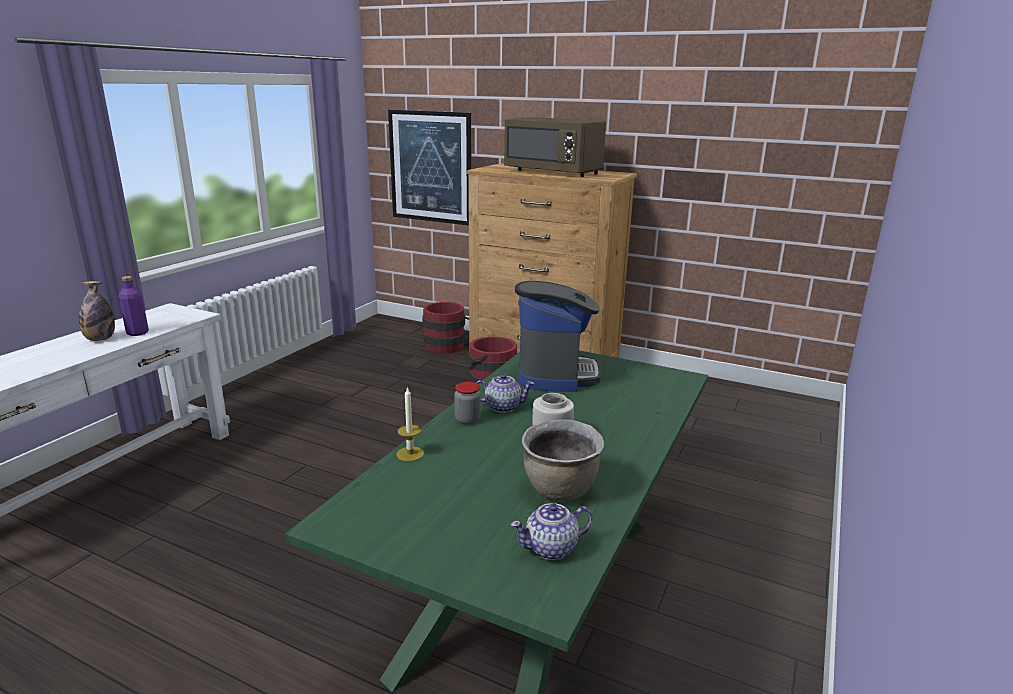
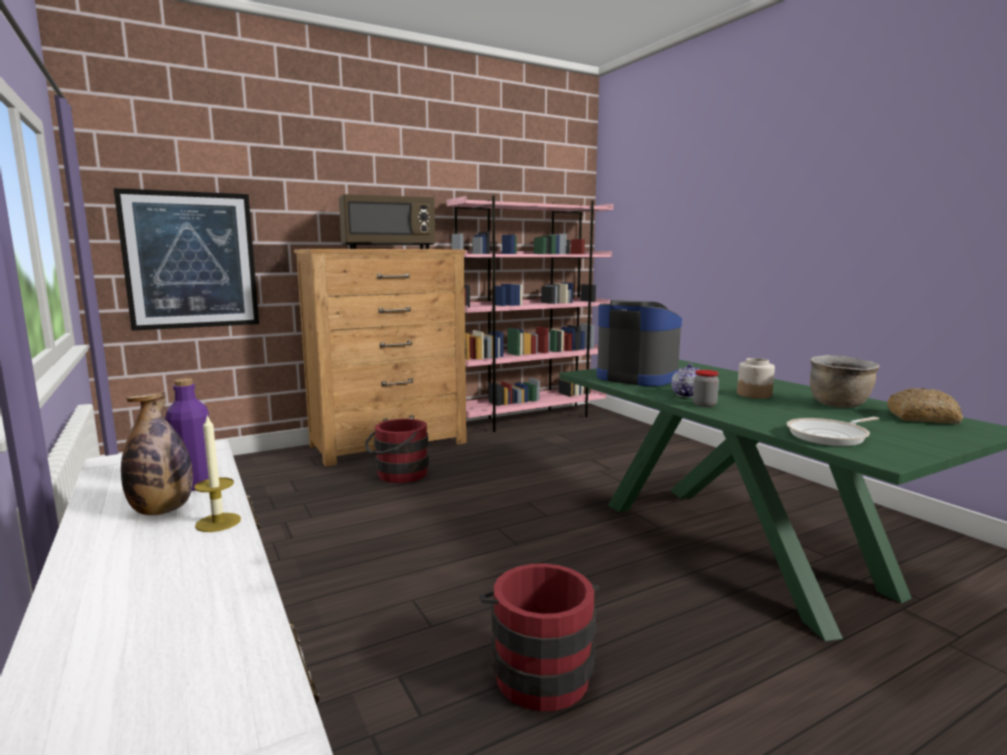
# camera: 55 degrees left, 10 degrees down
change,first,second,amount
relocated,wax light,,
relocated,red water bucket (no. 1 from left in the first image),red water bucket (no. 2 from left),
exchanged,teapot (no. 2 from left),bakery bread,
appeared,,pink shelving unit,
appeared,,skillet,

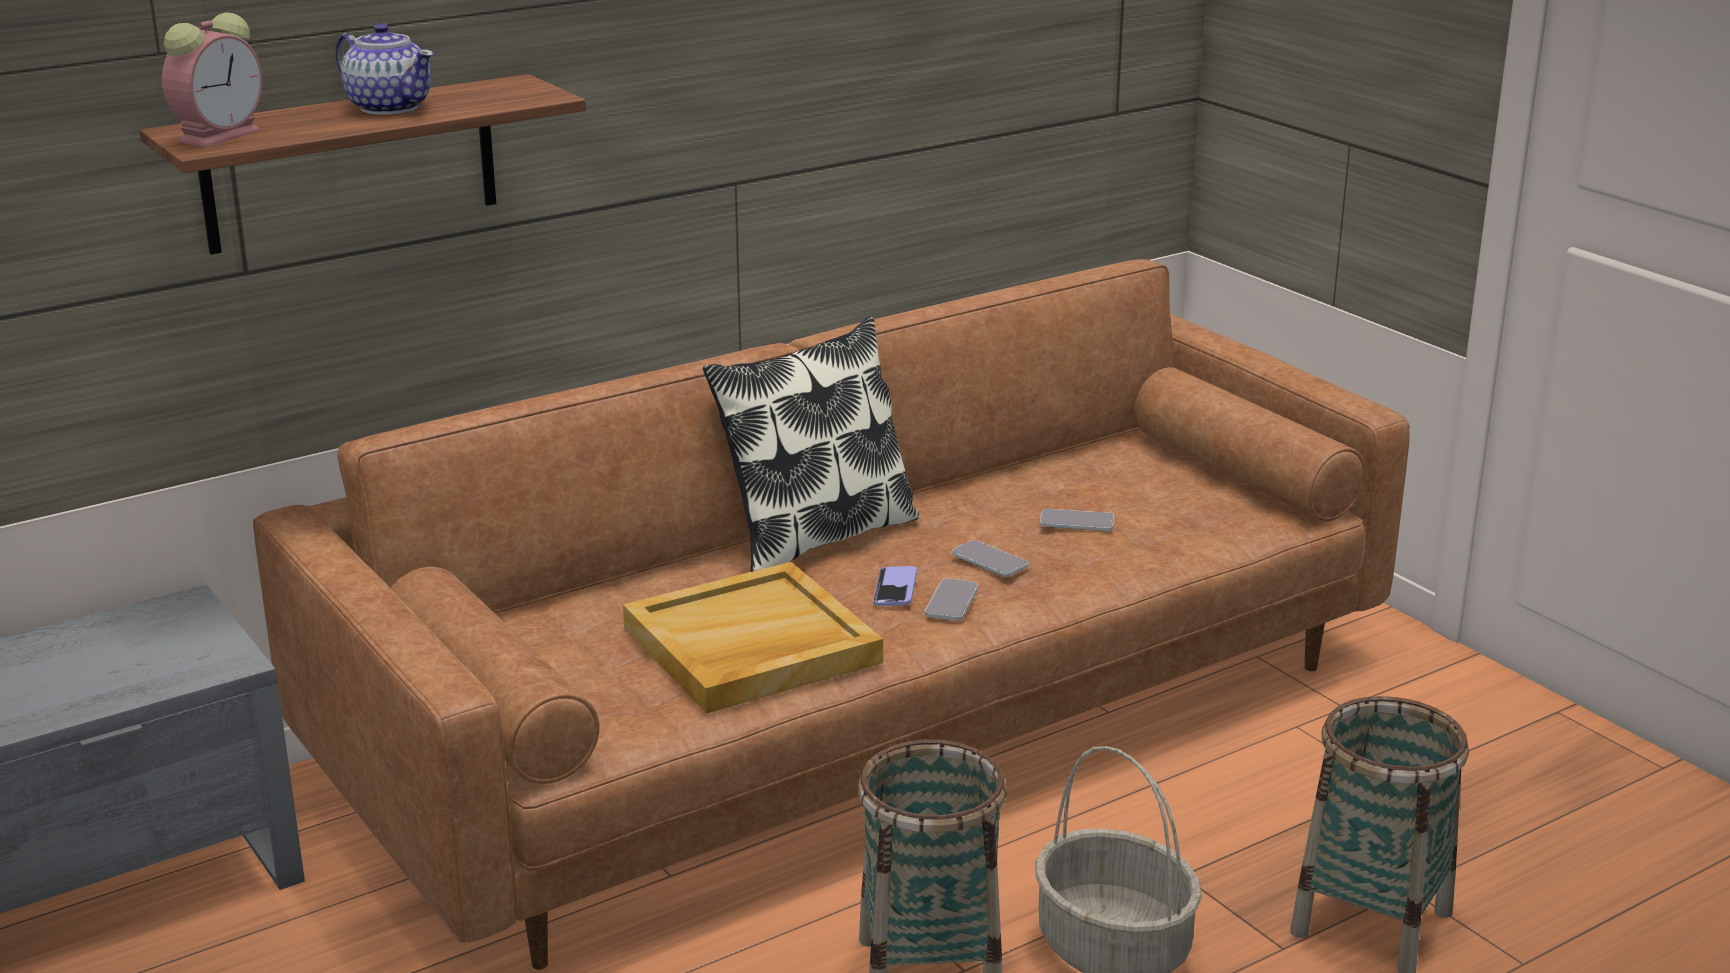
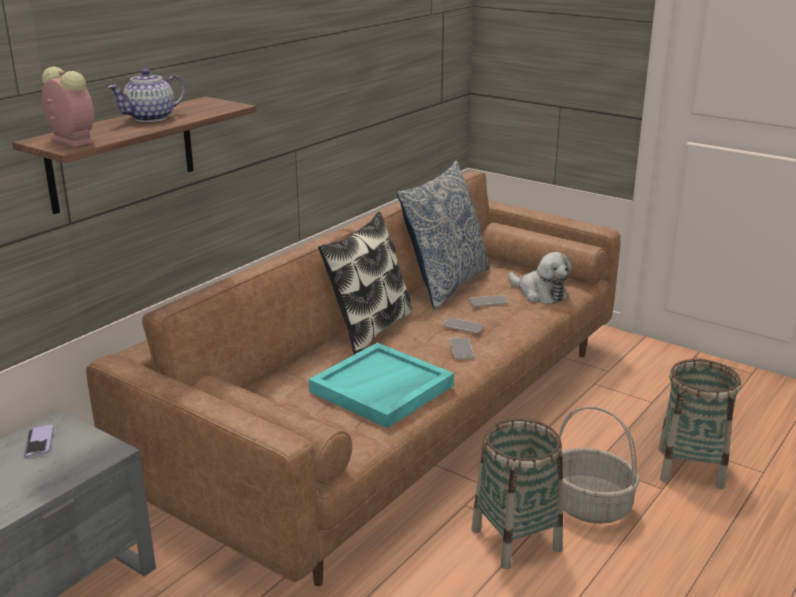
# camera: 20 degrees left, 0 degrees up
change,first,second,amount
spun,table clock,,60 degrees counterclockwise
spun,teapot,,120 degrees clockwise
colour,sand-coloured carrying tray,turquoise-coloured carrying tray,
relocated,handset (no. 1 from left),,
appeared,,cushion (no. 2 from left),
appeared,,plush toy,

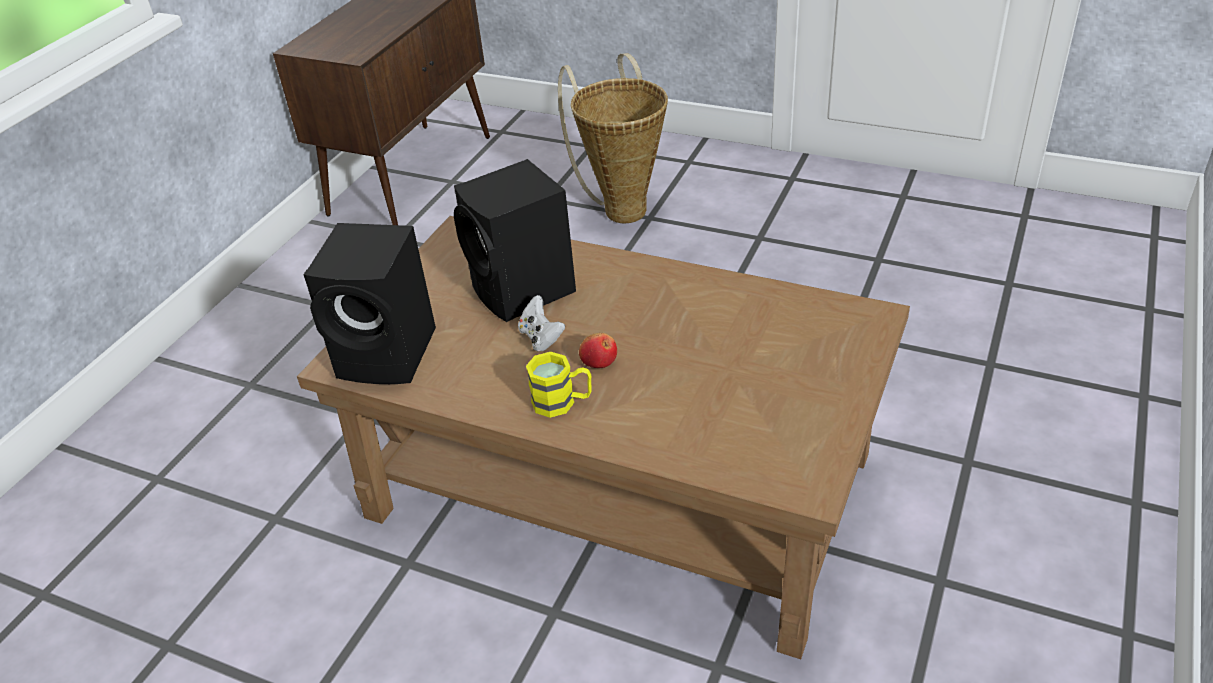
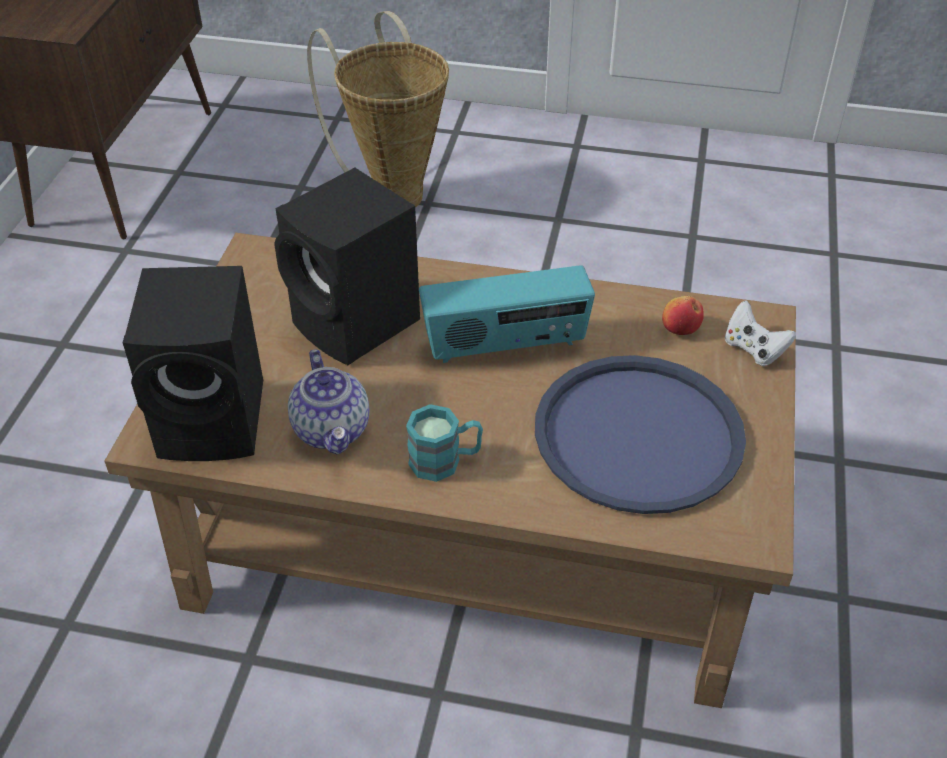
# camera: 15 degrees left, 5 degrees up
change,first,second,amount
relocated,whitish gamepad,,
colour,yellow tea mug,turquoise-coloured tea mug,
relocated,apple,,
appeared,,teapot,
appeared,,radio set,
appeared,,bluish carrying tray,

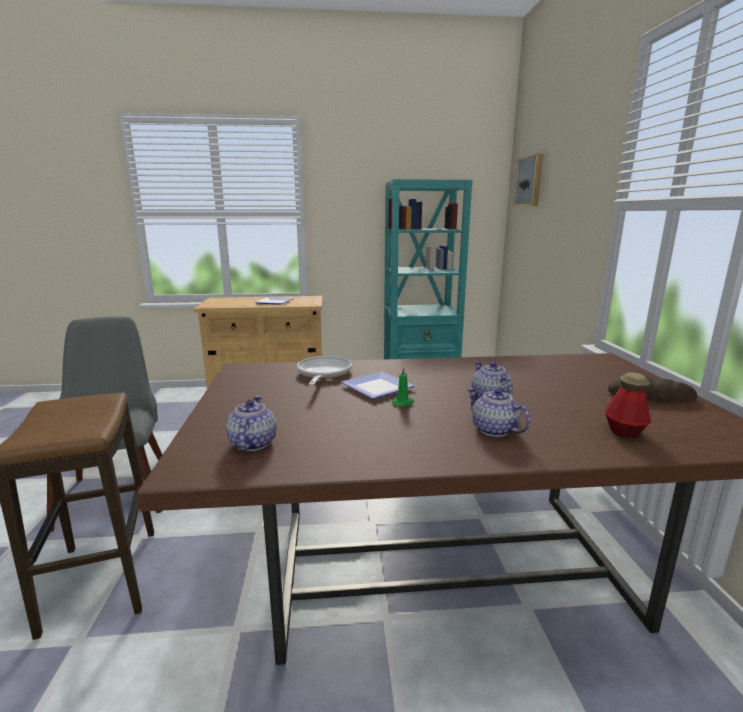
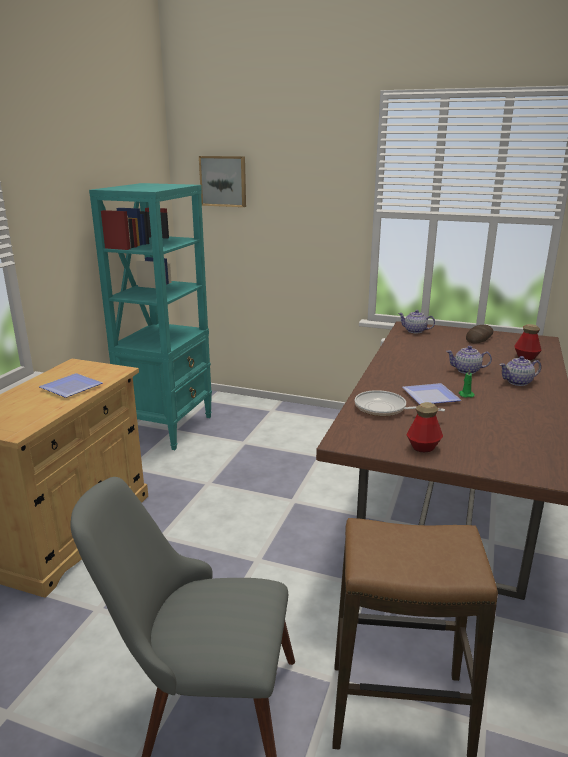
# camera: 65 degrees left, 5 degrees up
change,first,second,amount
relocated,teapot (no. 1 from left),,
appeared,,bottle (no. 1 from left),

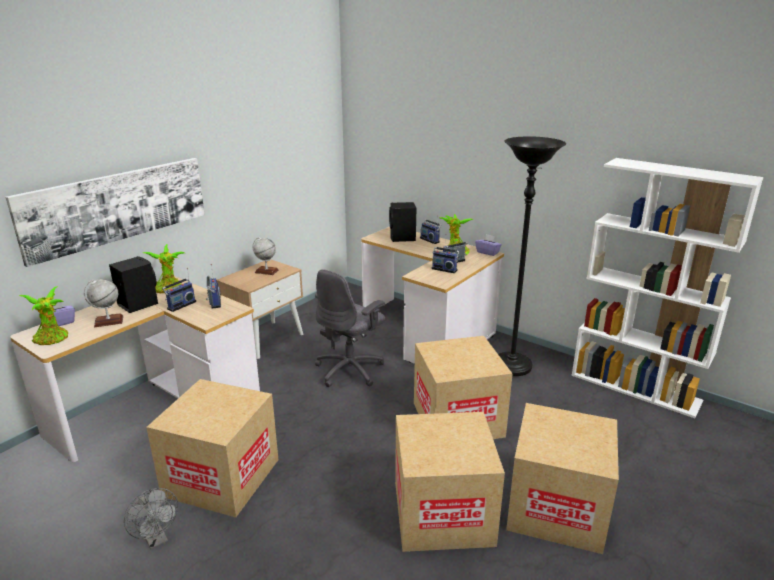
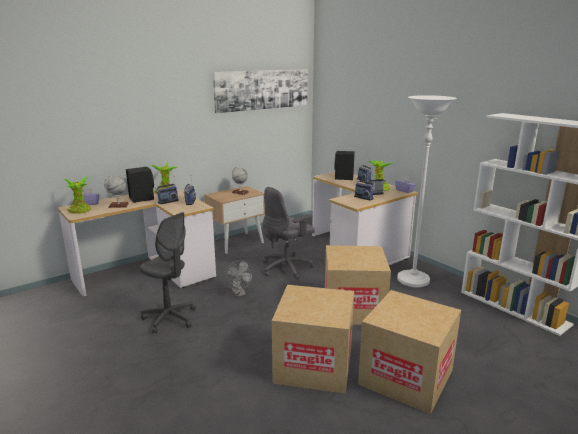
# camera: 15 degrees right, 5 degrees down
change,first,second,amount
relocated,picture,,
relocated,gray fan,,
exchanged,packing box (no. 1 from left),gray computer chair (no. 1 from left),
colour,black standing lamp,whitish standing lamp,

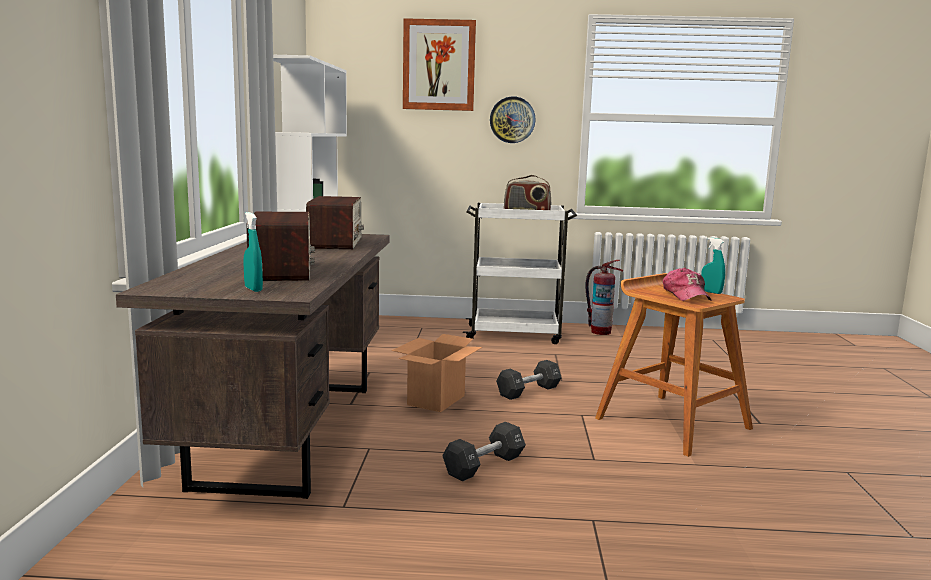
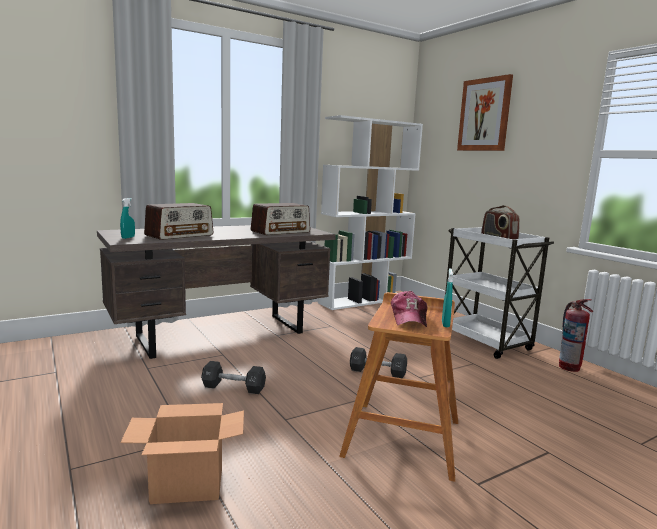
# camera: 55 degrees right, 0 degrees up
change,first,second,amount
relocated,packing box,,
missing,clock on the wall,,
spun,cap,,45 degrees counterclockwise

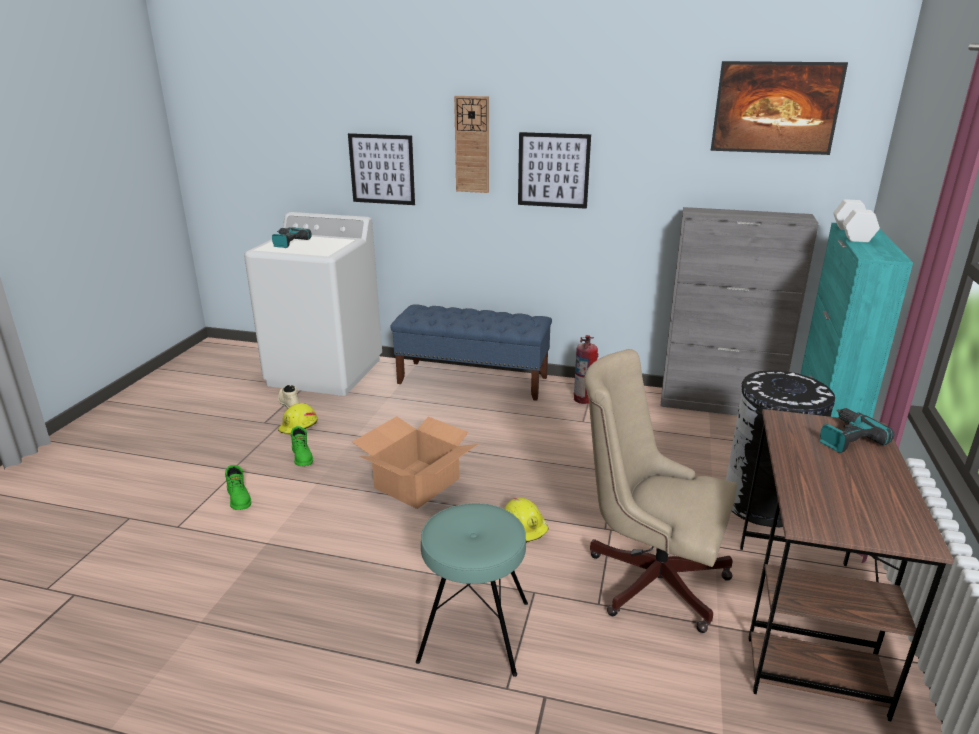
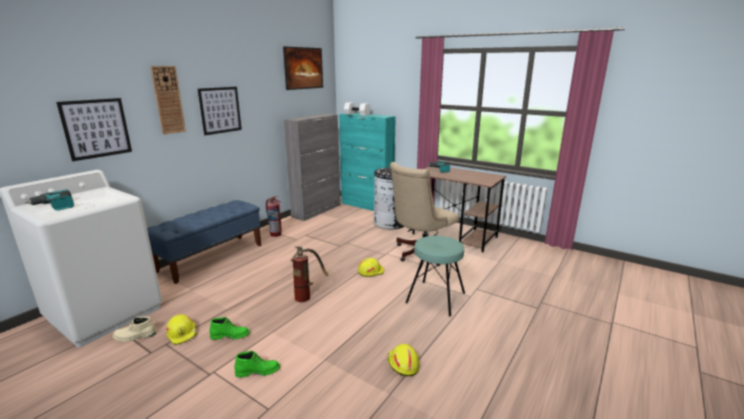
# camera: 70 degrees left, 5 degrees down
change,first,second,amount
exchanged,packing box,fire-fighting cylinder (no. 2 from left),
appeared,,yellow hard hat (no. 3 from left),

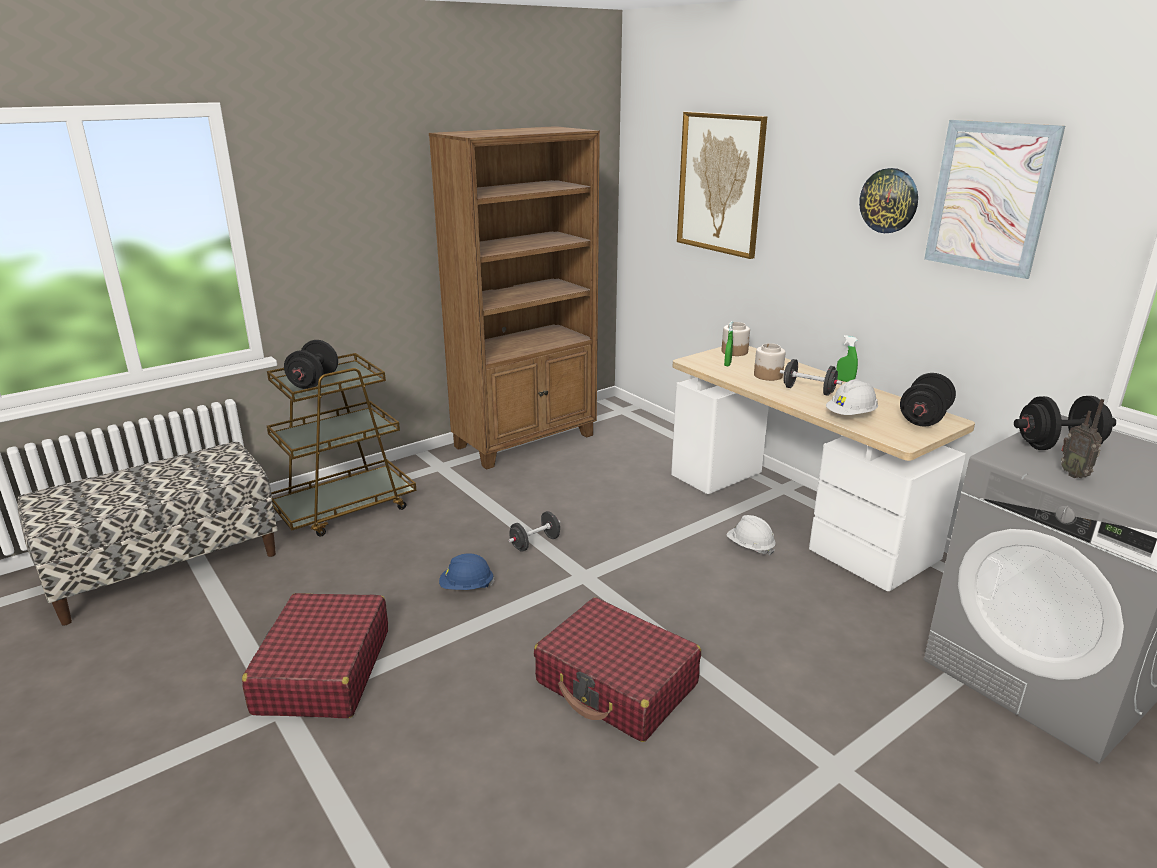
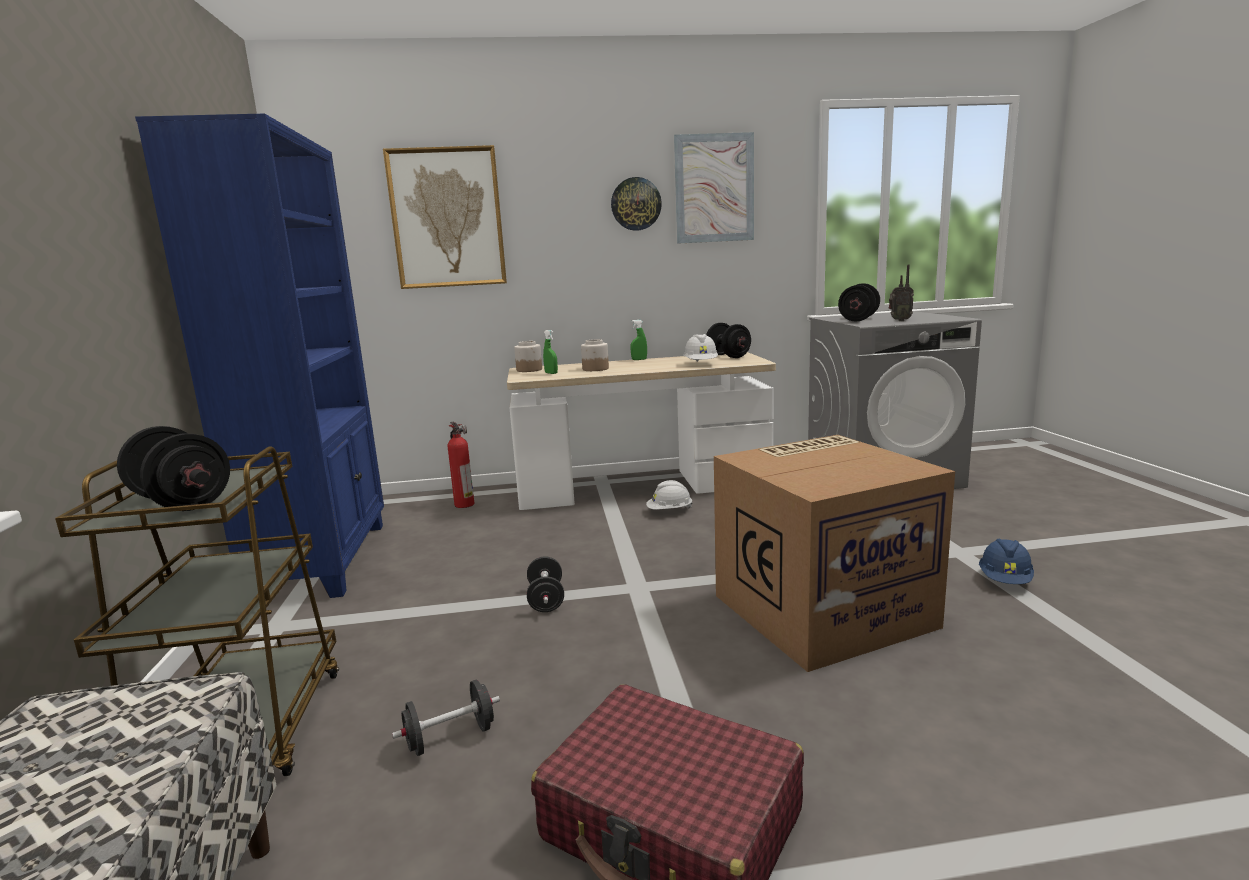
# camera: 60 degrees left, 10 degrees down
change,first,second,amount
colour,brown-coloured shelving unit,bluish shelving unit,
relocated,bluish hard hat,,
exchanged,red piece of luggage (no. 2 from left),packing box,
relocated,black dumbbell (no. 3 from left in the first image),black dumbbell (no. 2 from left),
appeared,,fire-fighting cylinder,

